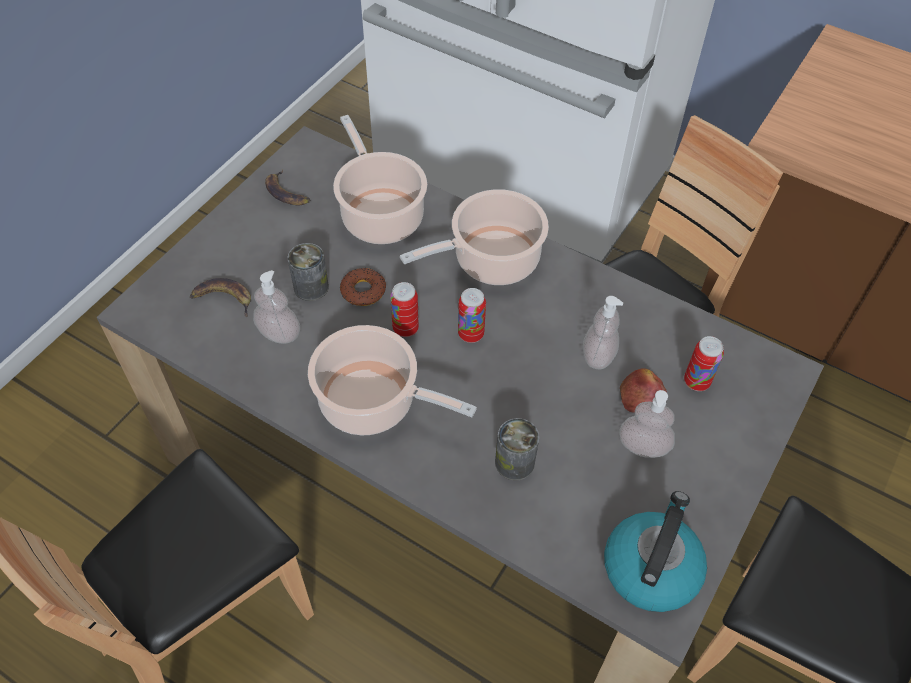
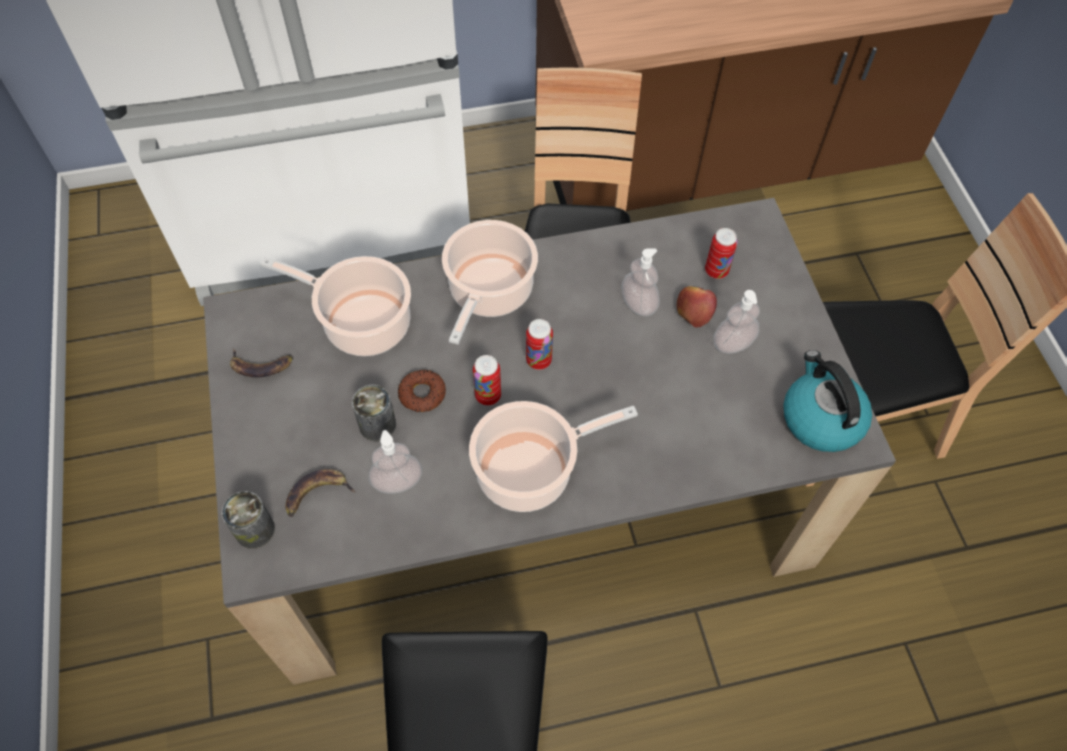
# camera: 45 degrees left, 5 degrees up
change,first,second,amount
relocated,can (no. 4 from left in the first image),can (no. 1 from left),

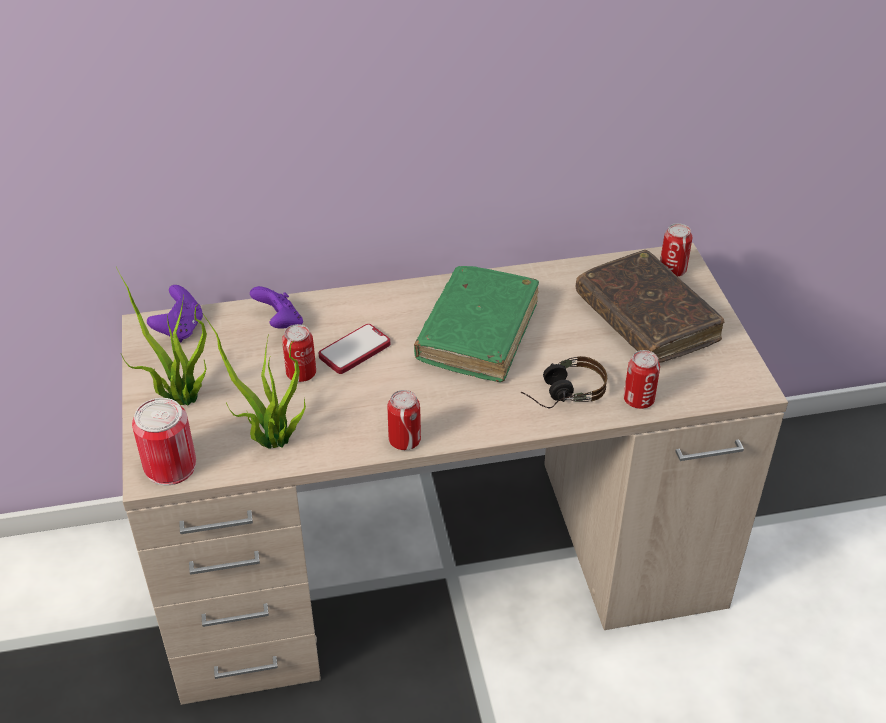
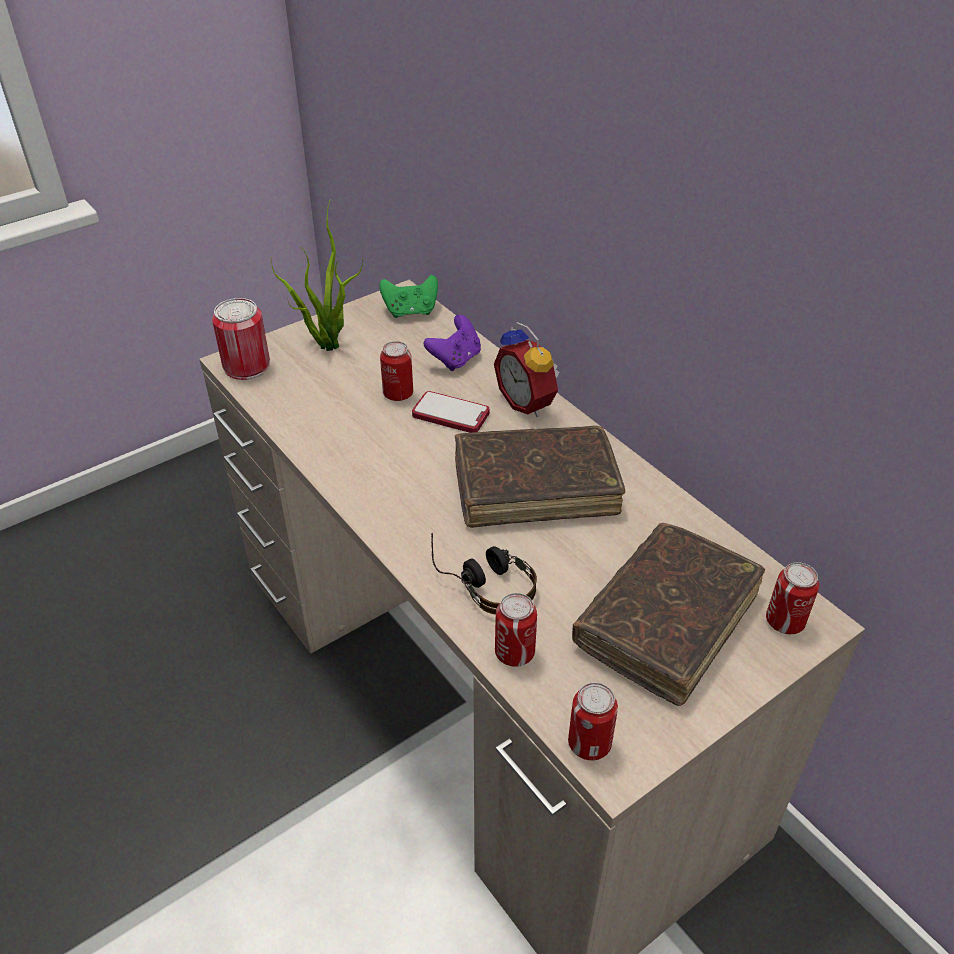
# camera: 65 degrees right, 0 degrees up
change,first,second,amount
colour,purple gamepad (no. 1 from left),green gamepad,
missing,potted plant (no. 2 from left),,
relocated,can (no. 3 from left in the first image),can (no. 4 from left),
colour,green volume,brown-coloured volume (no. 1 from left),
appeared,,table clock,

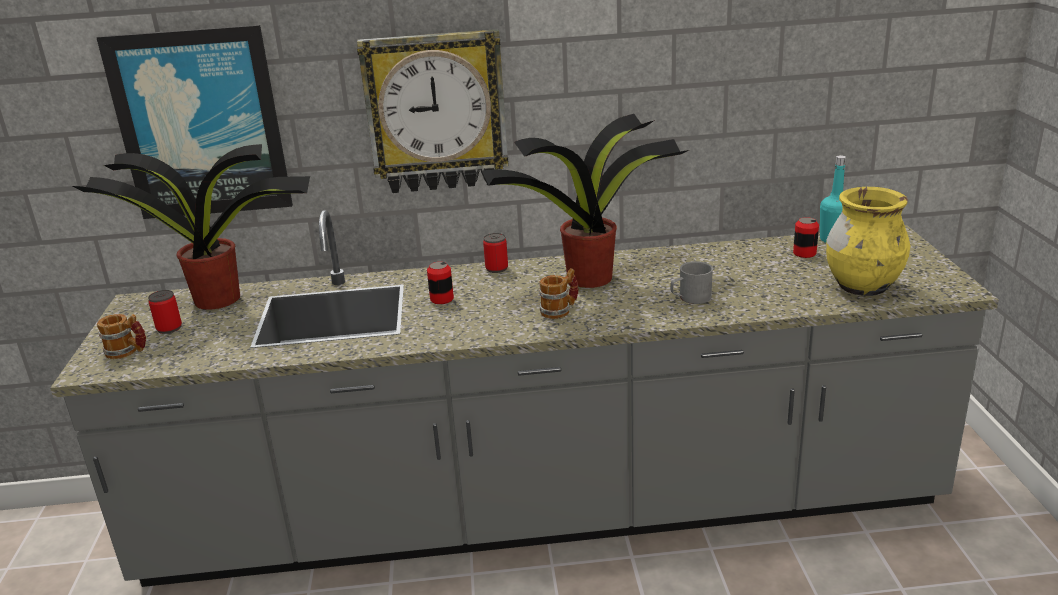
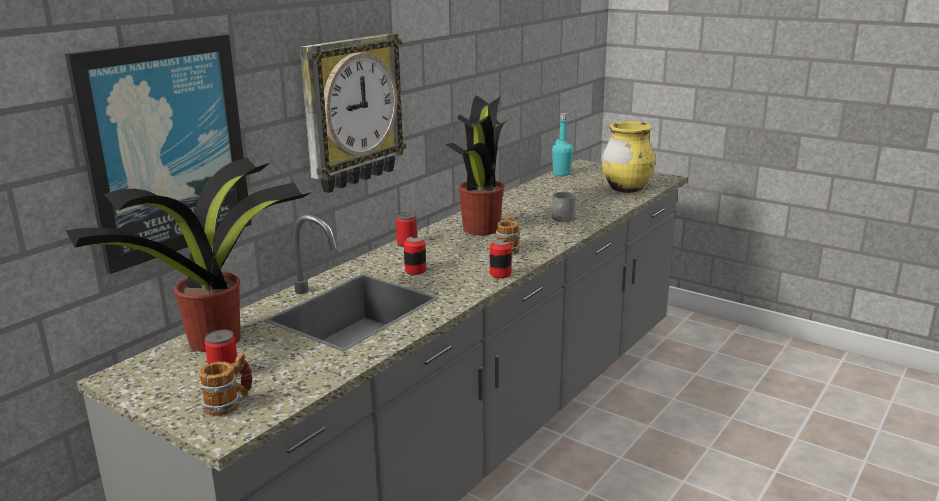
# camera: 50 degrees left, 5 degrees down
change,first,second,amount
relocated,can (no. 4 from left),,

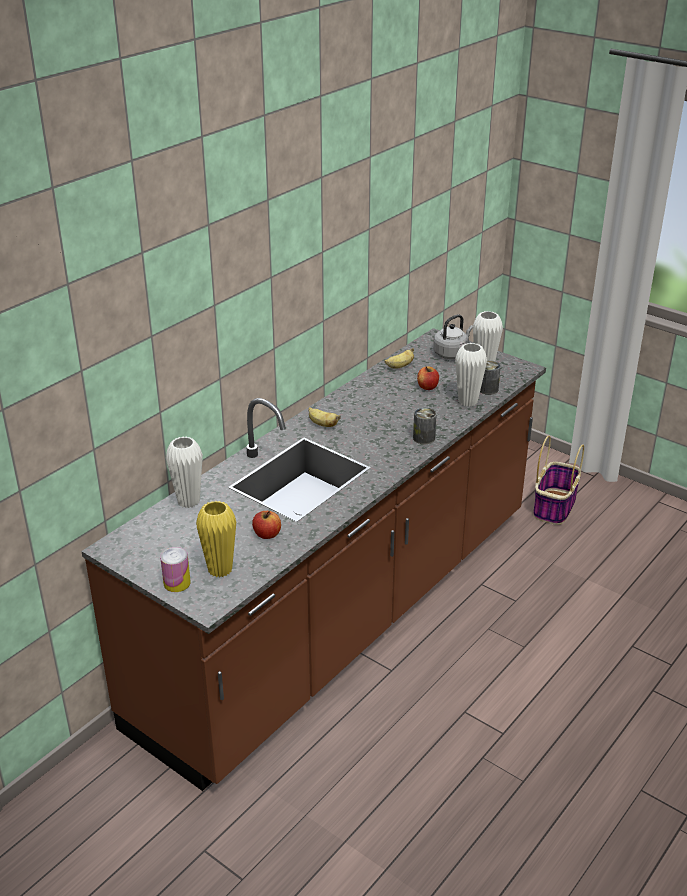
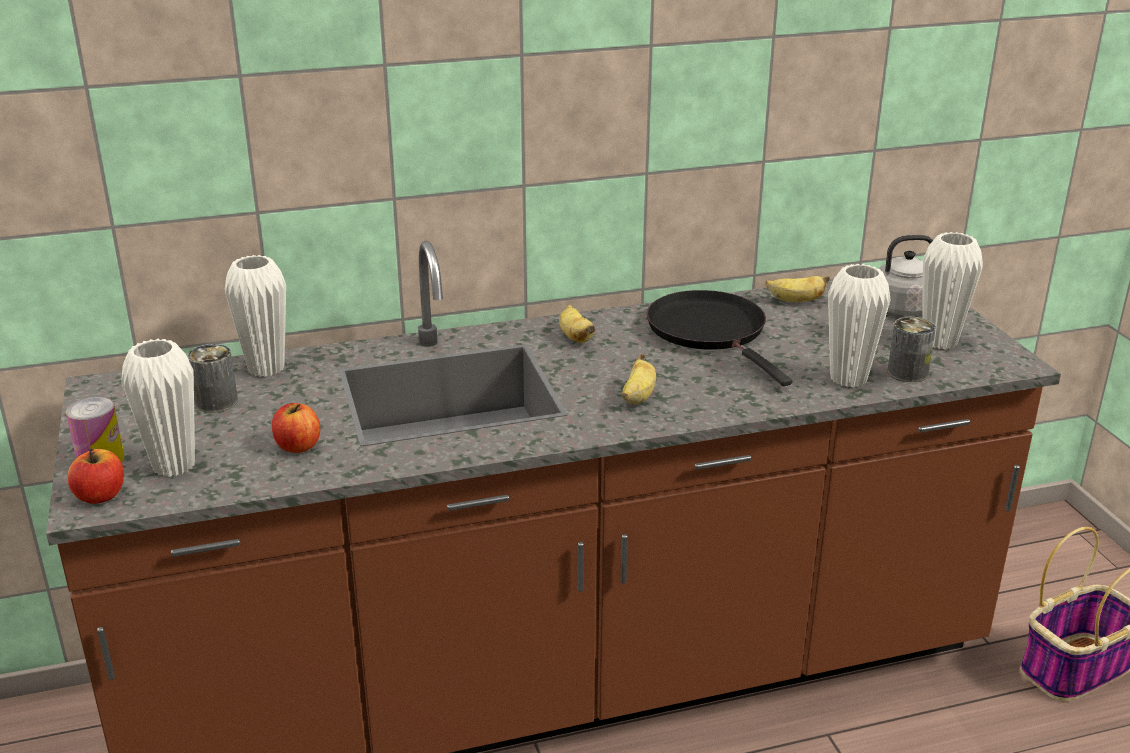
# camera: 35 degrees right, 5 degrees down
change,first,second,amount
colour,yellow vase,whitish vase (no. 1 from left),
relocated,can (no. 2 from left),,
relocated,apple (no. 2 from left in the first image),apple (no. 1 from left),
appeared,,banana (no. 2 from left),
appeared,,black skillet,

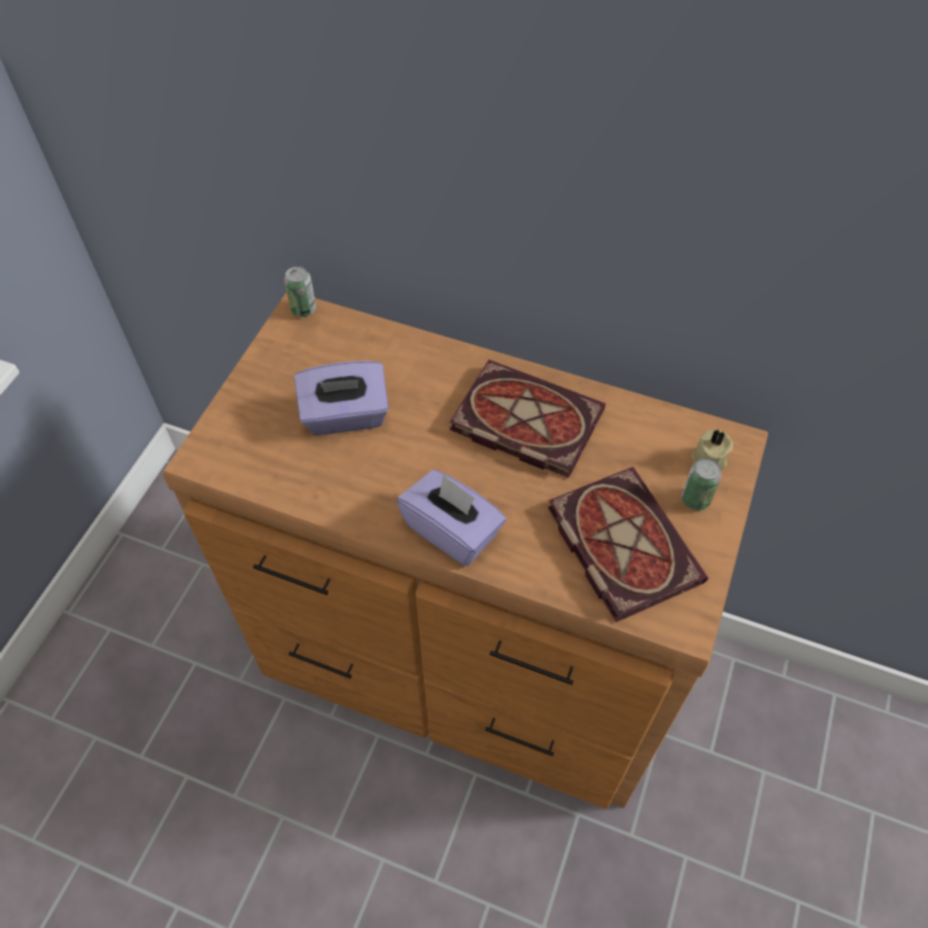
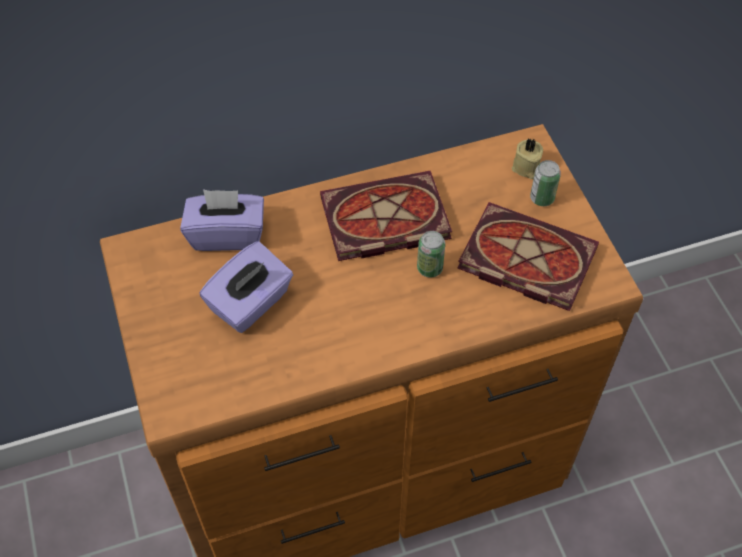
# camera: 40 degrees left, 0 degrees up
change,first,second,amount
relocated,can (no. 1 from left),,
relocated,purple box of tissues (no. 2 from left in the first image),purple box of tissues (no. 1 from left),

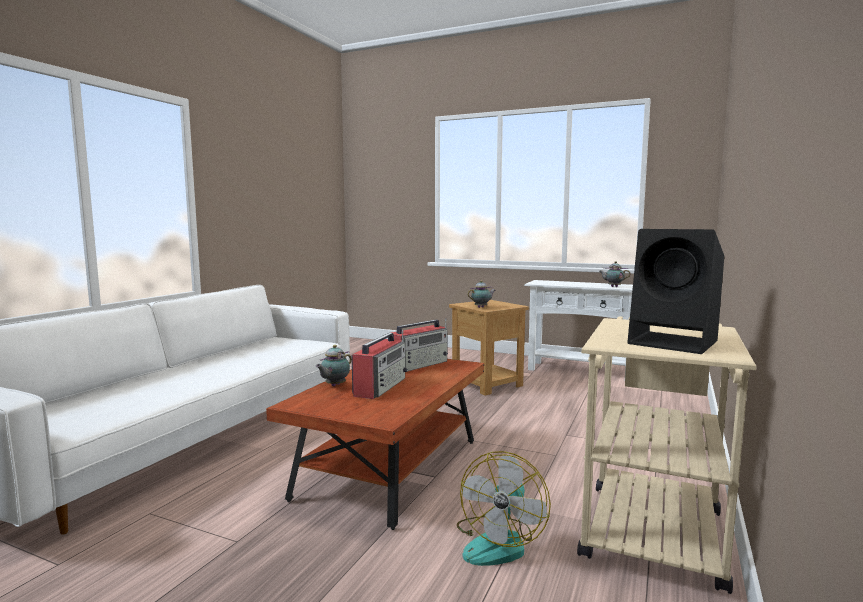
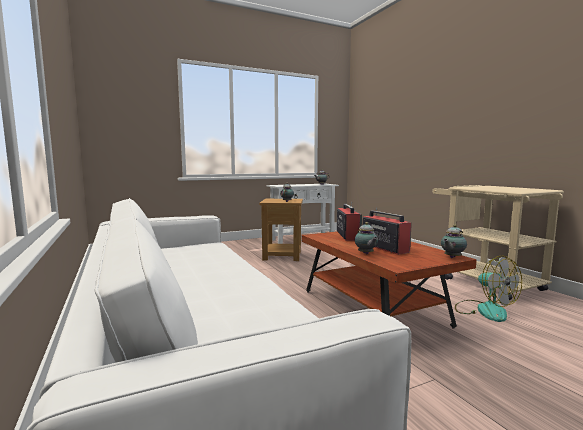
# camera: 50 degrees left, 0 degrees up
change,first,second,amount
missing,black speaker,,
appeared,,teapot (no. 4 from left),

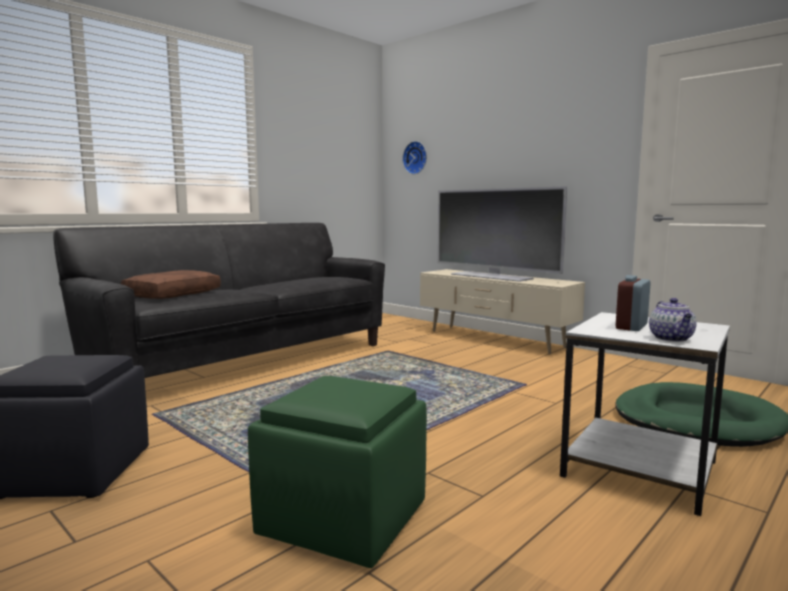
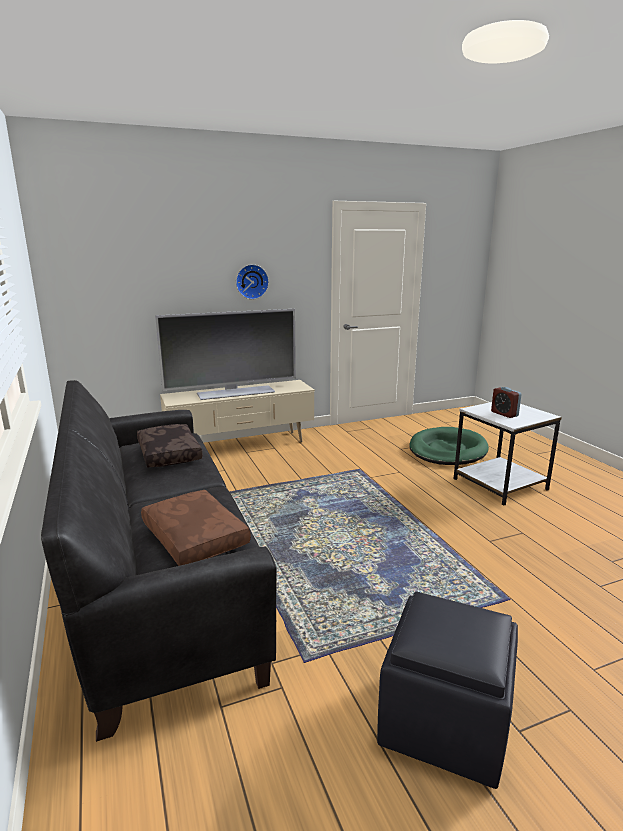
# camera: 65 degrees left, 10 degrees up
change,first,second,amount
missing,green footrest,,
relocated,clock on the wall,,
missing,teapot,,
appeared,,brown-coloured cushion (no. 1 from left),

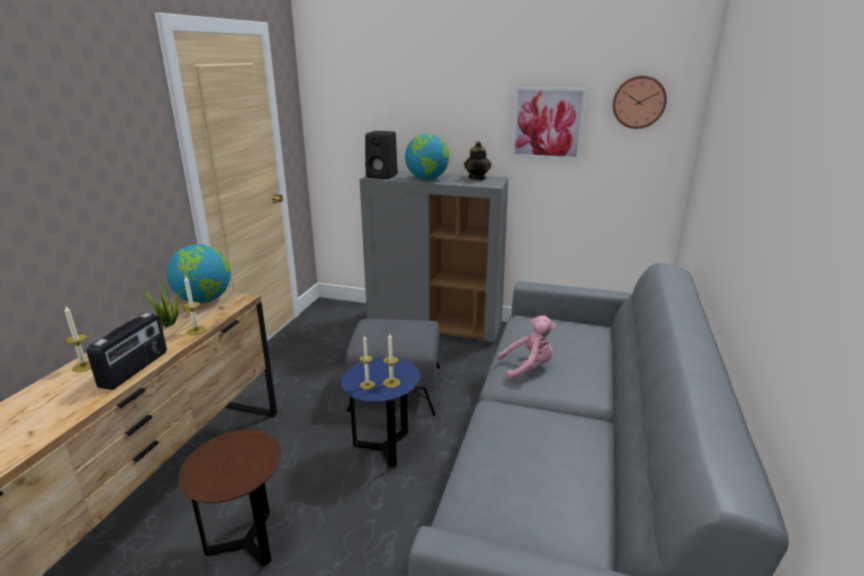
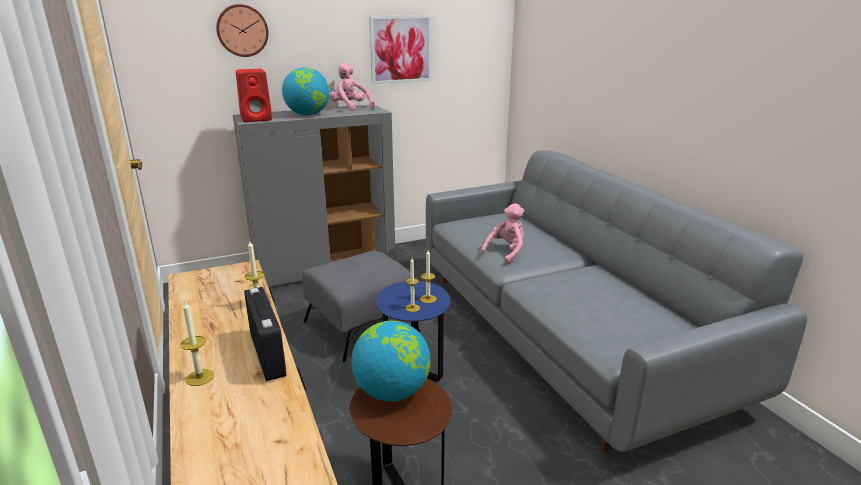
# camera: 40 degrees left, 0 degrees up
change,first,second,amount
missing,potted plant,,
relocated,desk globe (no. 1 from left in the first image),desk globe (no. 2 from left),
colour,black speaker,red speaker,
exchanged,teapot,pink plush toy (no. 1 from left),
relocated,clock on the wall,,

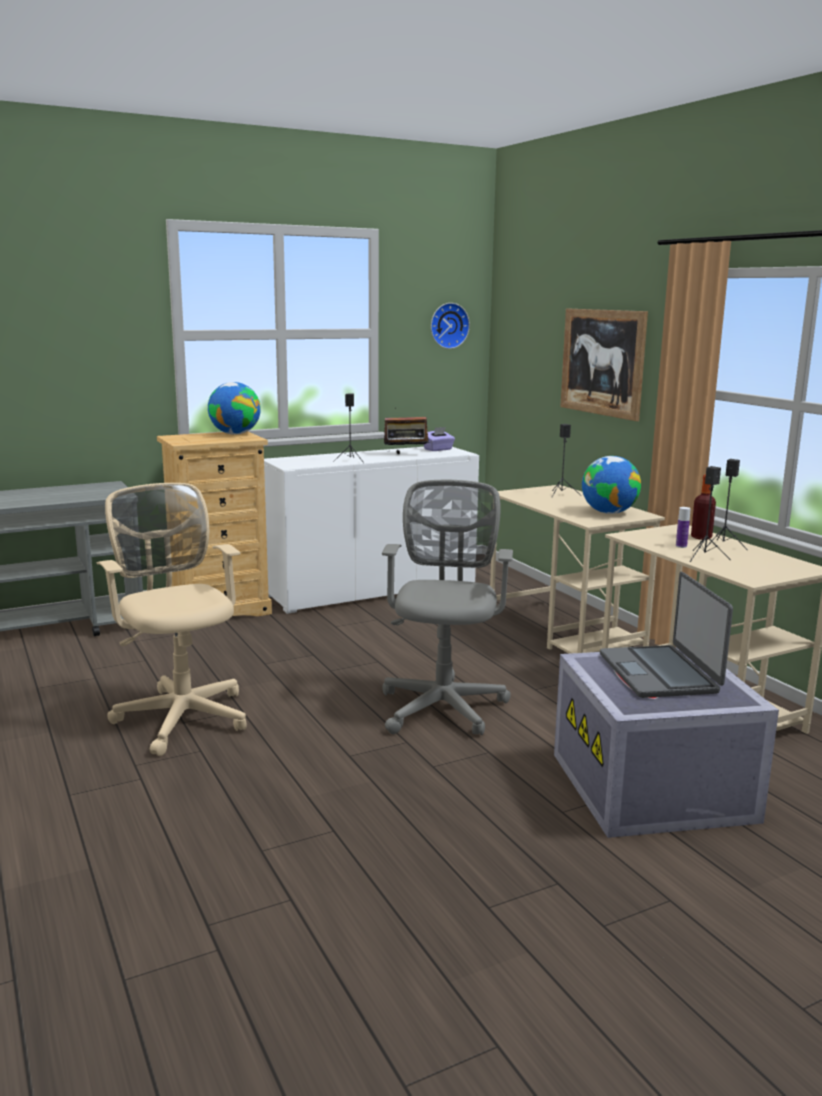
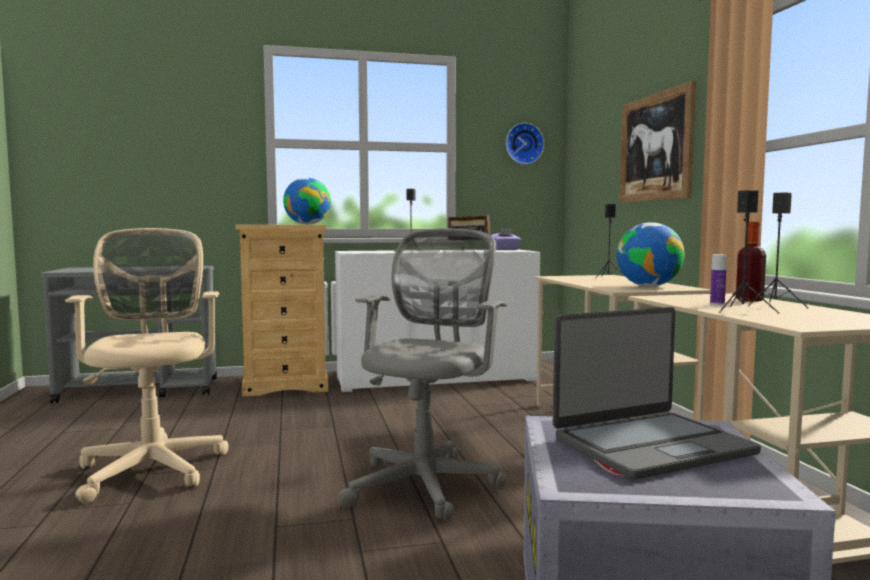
# camera: 15 degrees right, 10 degrees down
change,first,second,amount
spun,laptop,,120 degrees counterclockwise

